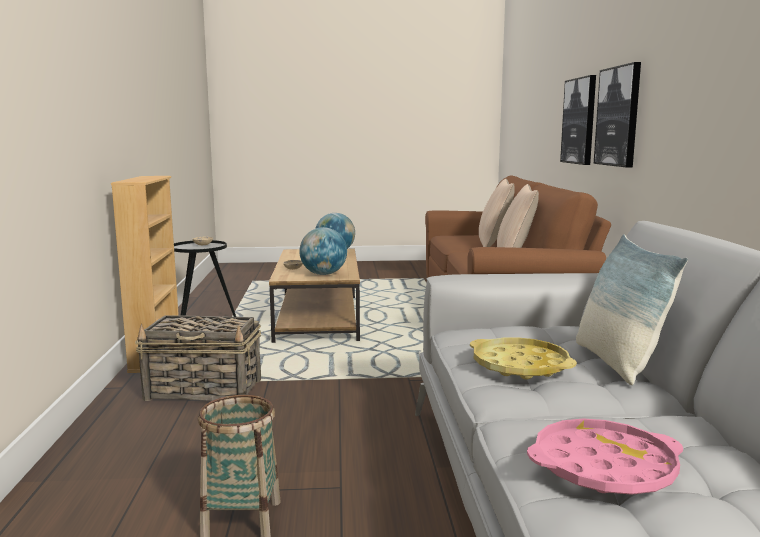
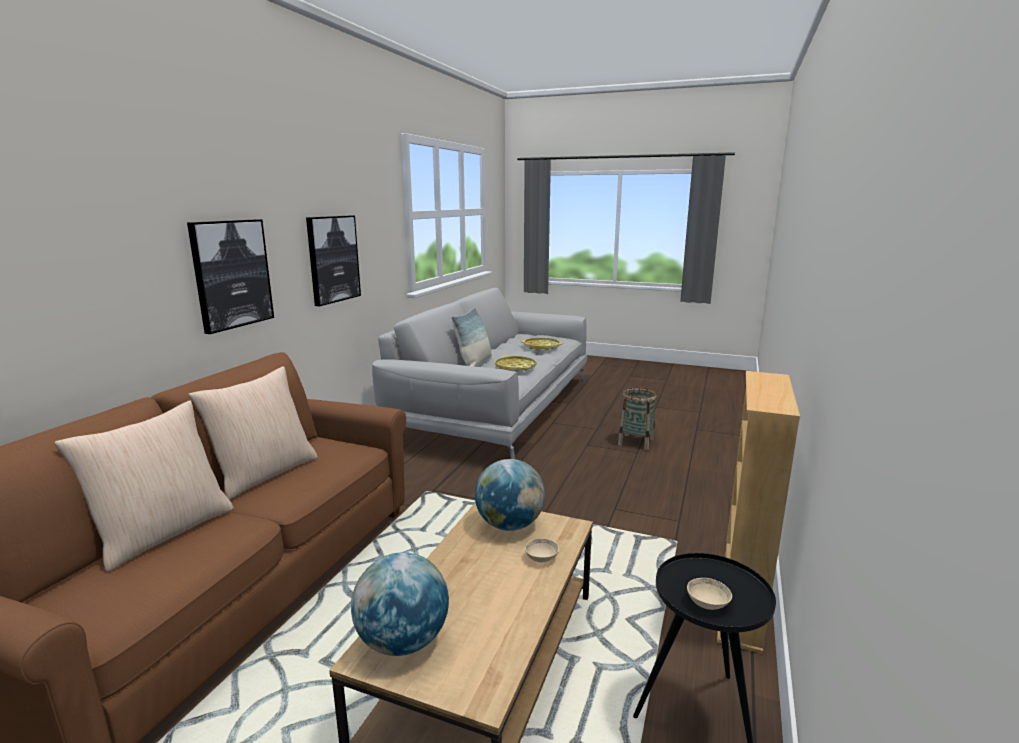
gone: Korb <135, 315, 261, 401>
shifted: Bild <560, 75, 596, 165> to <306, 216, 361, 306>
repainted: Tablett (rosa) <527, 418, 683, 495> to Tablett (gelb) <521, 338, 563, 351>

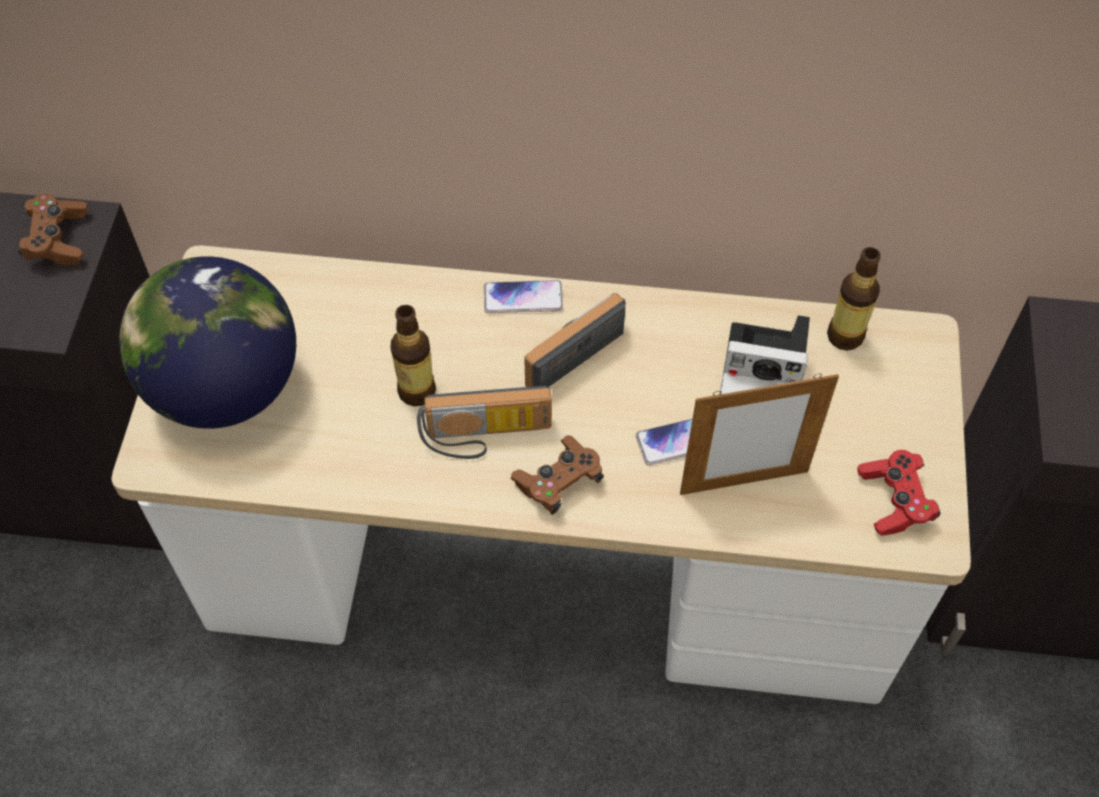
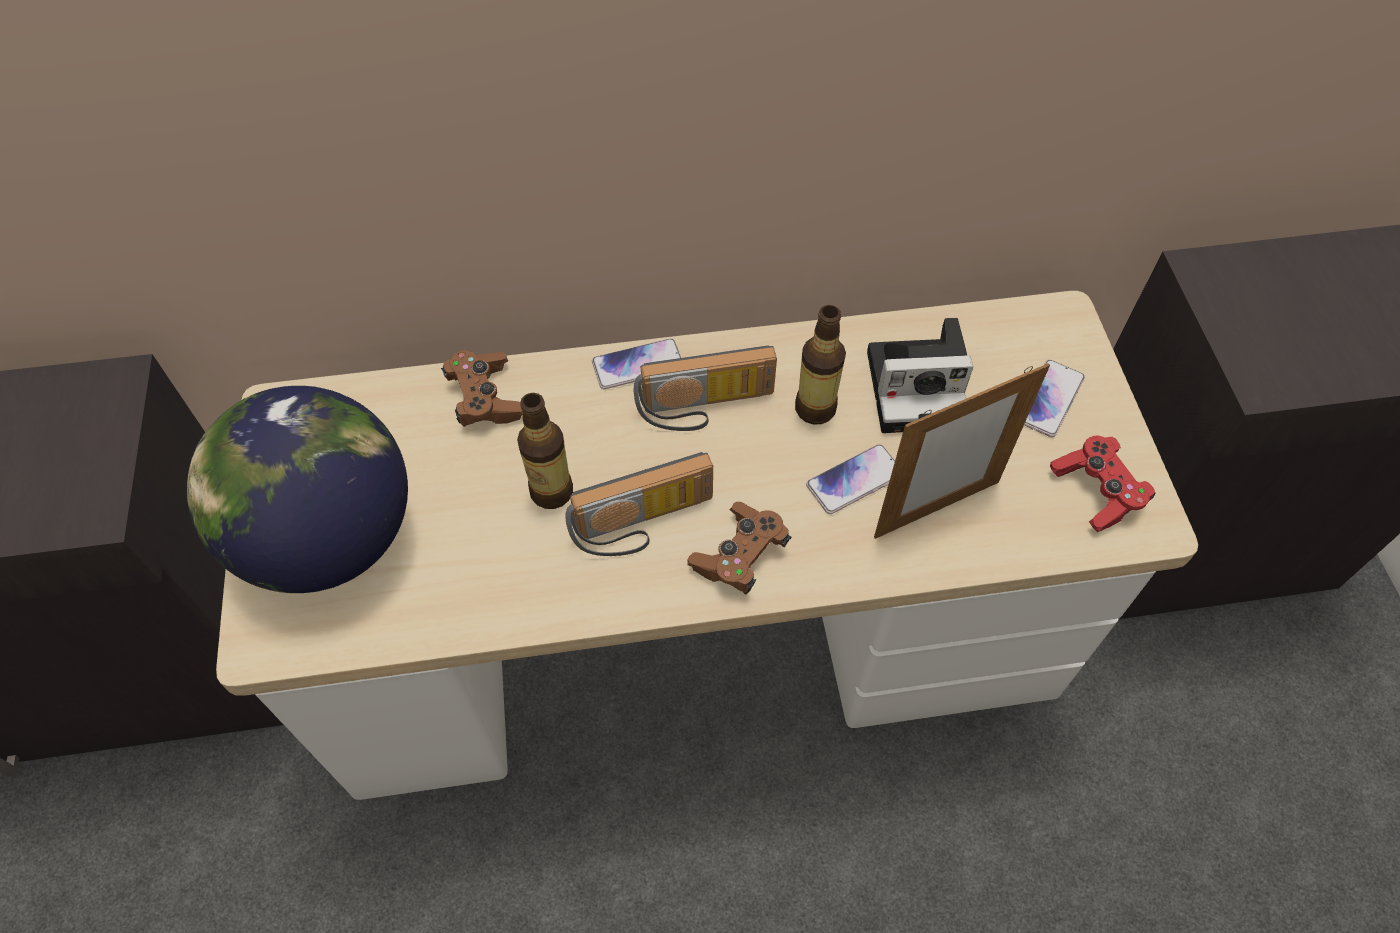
new: Handy <1024, 360, 1085, 437>
shifted: Gamepad (braun) <18, 193, 88, 265> to <441, 350, 523, 427>; Flasche <827, 247, 881, 350> to <795, 305, 846, 425>
rotated: Radio <524, 293, 626, 387> = <633, 345, 777, 431> 135 degrees counterclockwise

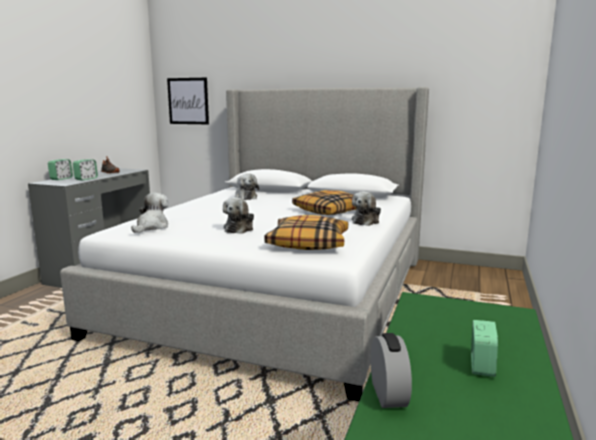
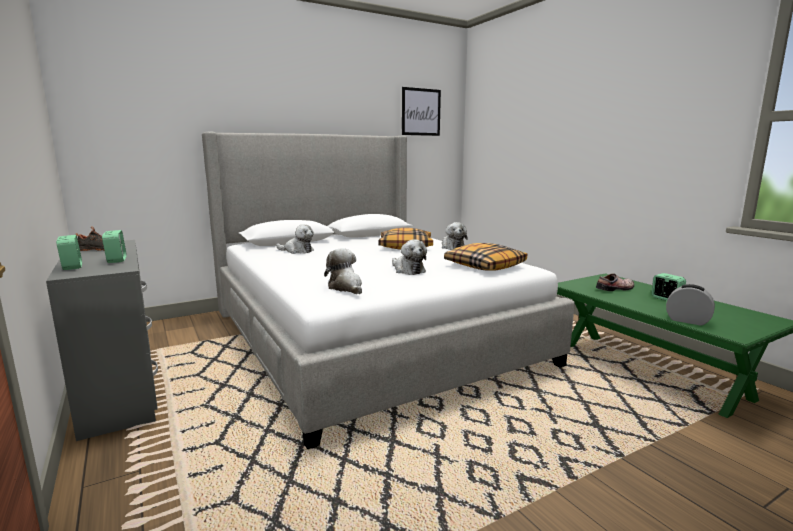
new: Schuh <596, 273, 634, 291>
shifted: Bild <167, 78, 209, 124> to <402, 87, 441, 136>

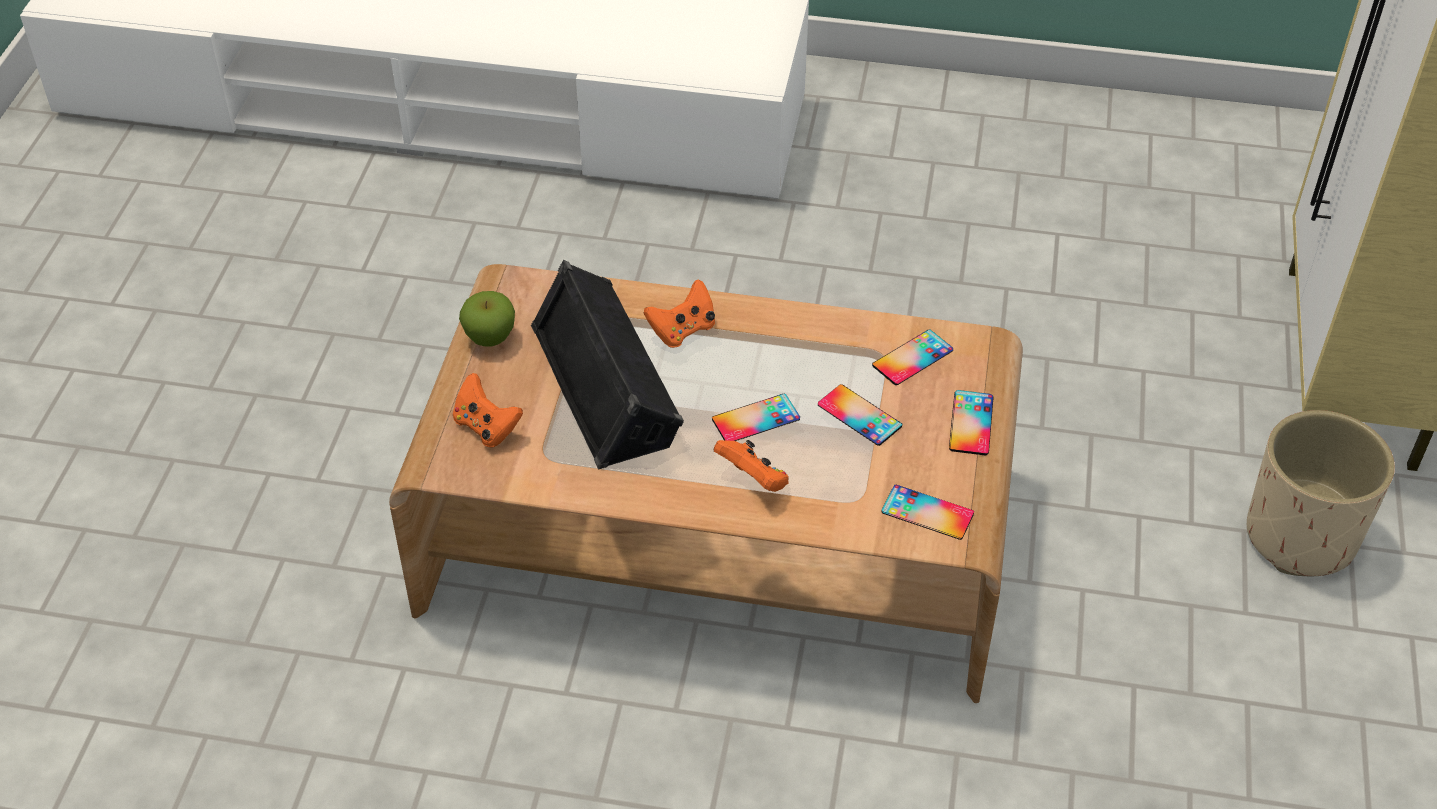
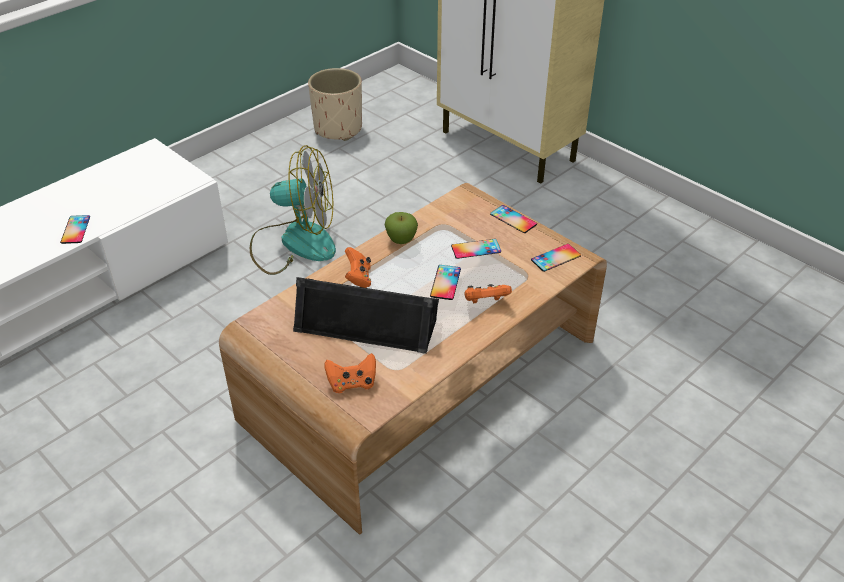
new: Ventilator <250, 145, 336, 275>
shifted: Apfel <459, 291, 515, 346> to <385, 212, 418, 244>; Handy <872, 330, 953, 385> to <60, 215, 90, 244>; Pflanzkübel (beige) <1247, 410, 1395, 576> to <308, 68, 362, 141>

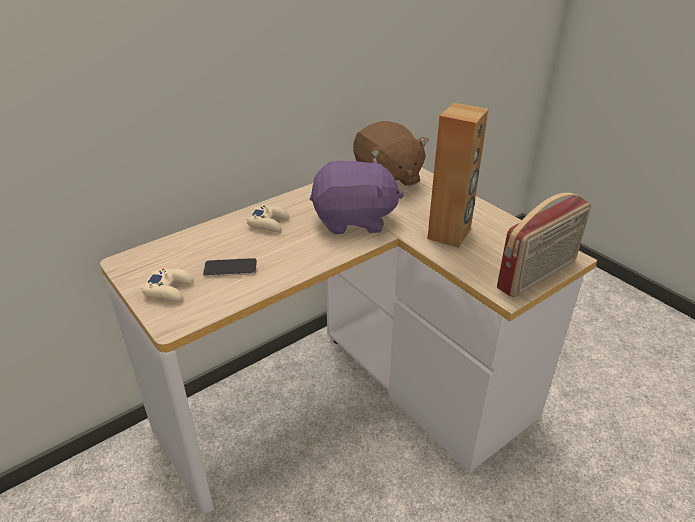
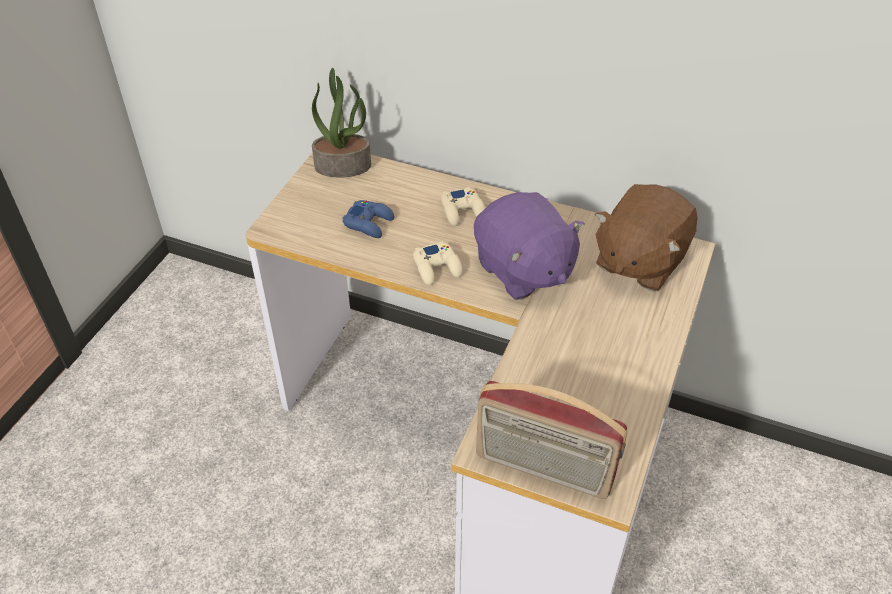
gone: Lautsprecher (braun) <427, 103, 489, 248>
new: Topfpflanze <312, 68, 371, 177>
shifted: Gamepad (beige) <141, 269, 194, 302> to <413, 241, 463, 286>
swapped: Handy <203, 258, 257, 277> to Gamepad (blau) <342, 200, 395, 238>

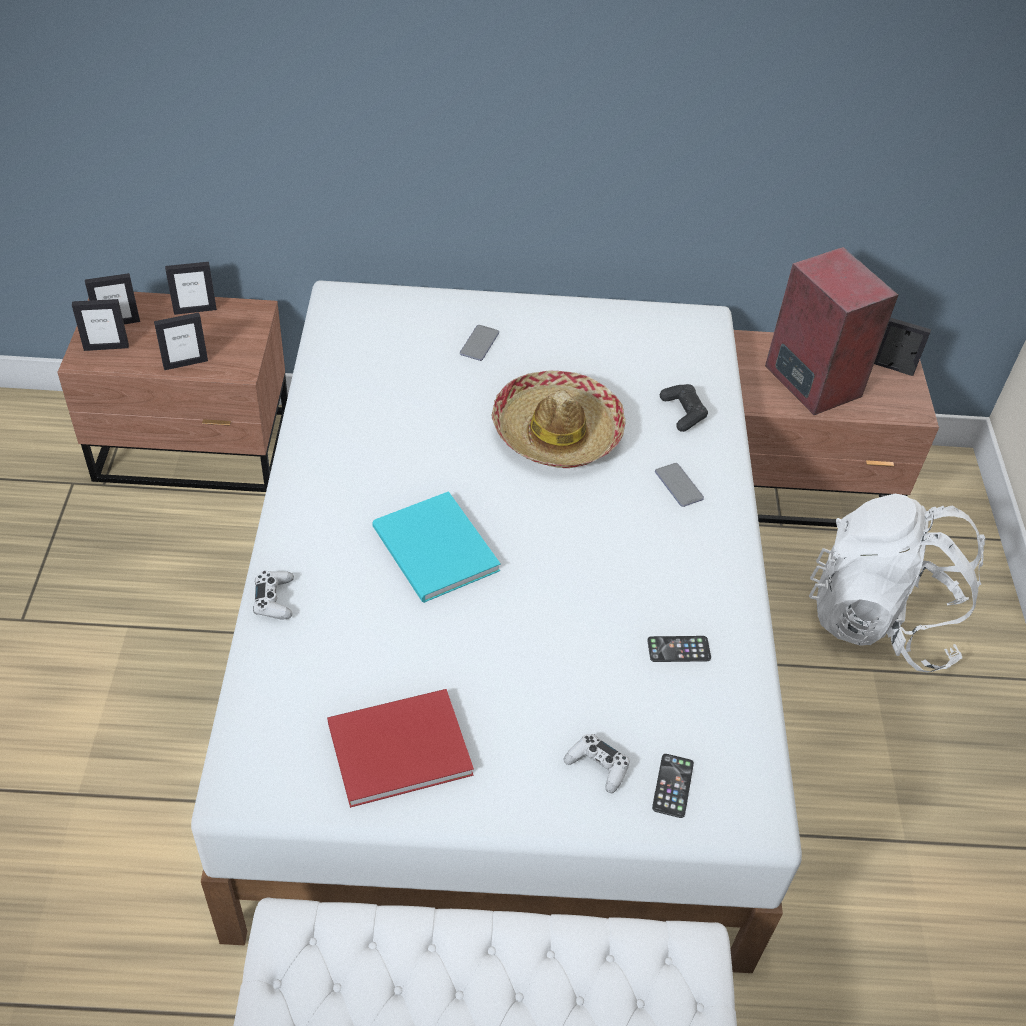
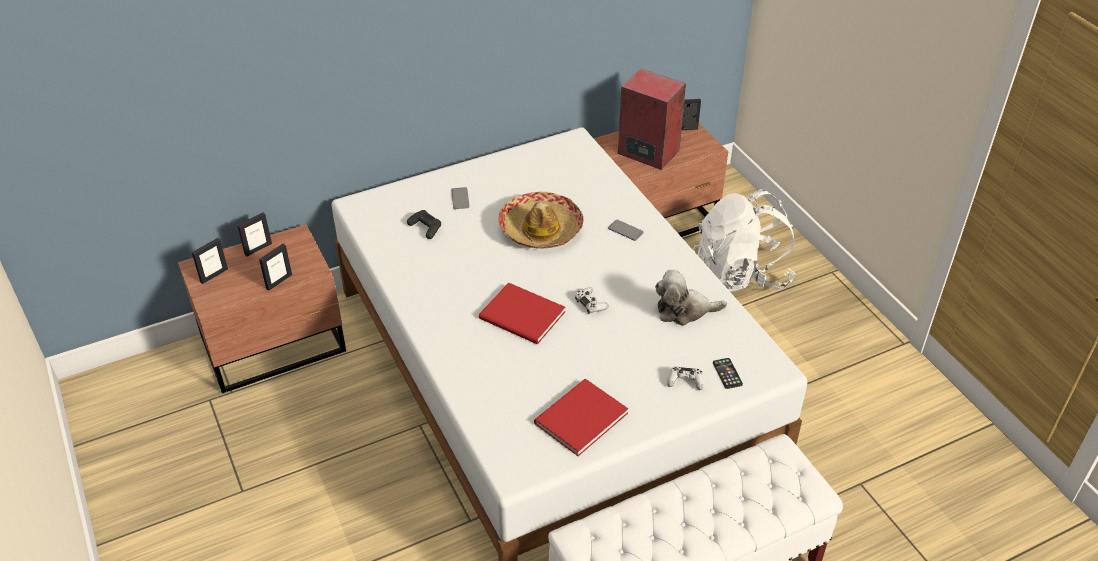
gone: Bilderrahmen <72, 299, 129, 351>
shifted: Gamepad (weiß) <253, 571, 294, 619> to <575, 287, 609, 314>; Gamepad (schwarz) <660, 384, 708, 432> to <407, 210, 441, 239>
swapped: Handy <647, 636, 711, 662> to Plüschtier <655, 270, 727, 326>
repainted: Buch (türkis) <372, 491, 501, 603> to Buch (rot) <479, 282, 565, 345>

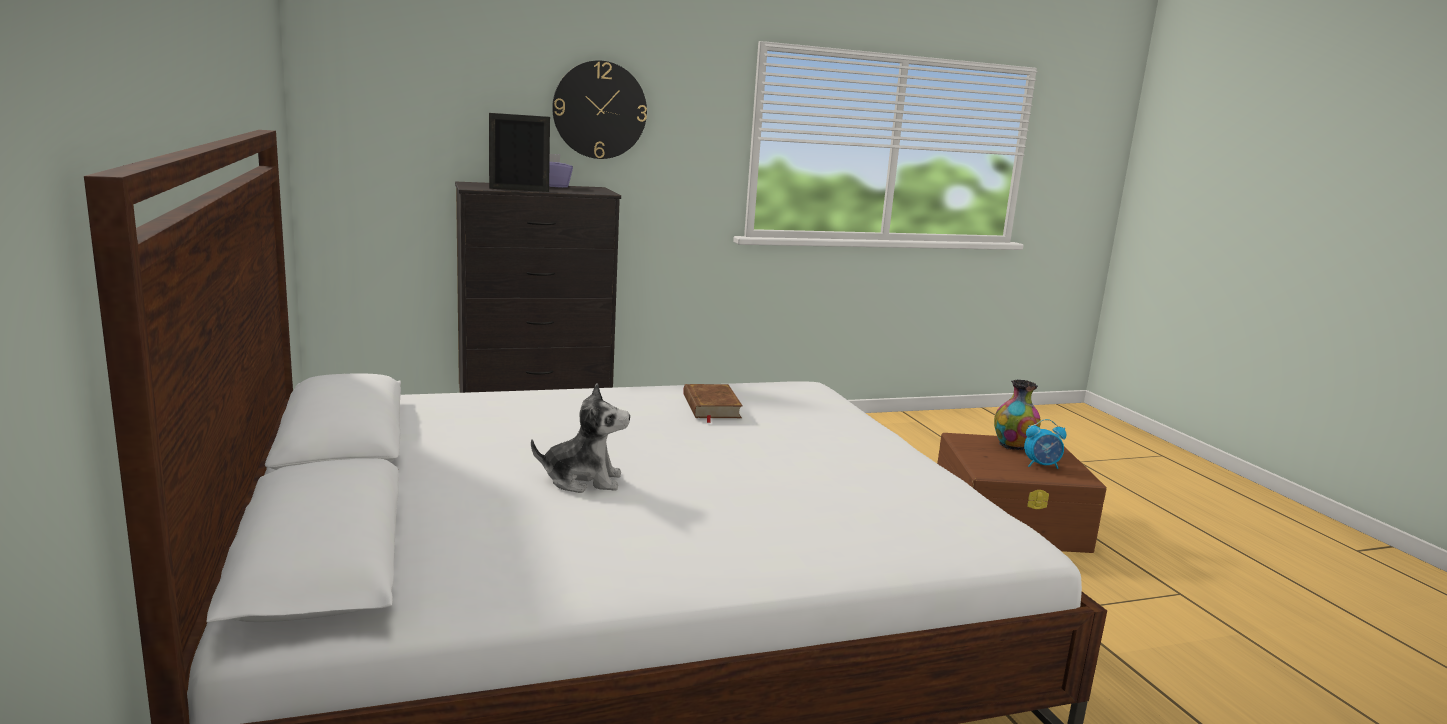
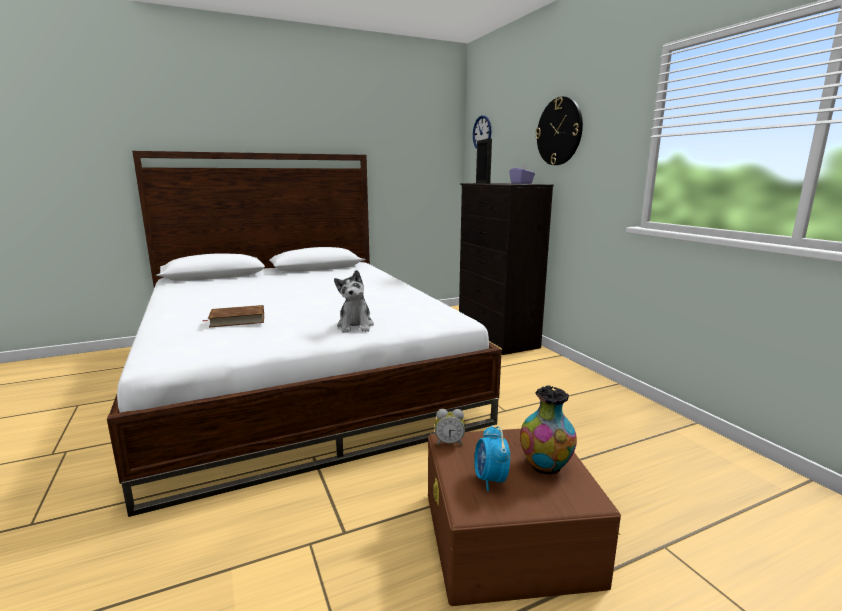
new: Wecker <435, 409, 465, 446>; Wanduhr <473, 115, 491, 149>
shifted: Plüschtier <531, 383, 630, 493> to <334, 270, 374, 333>; Buch (braun) <683, 384, 743, 423> to <202, 305, 264, 328>

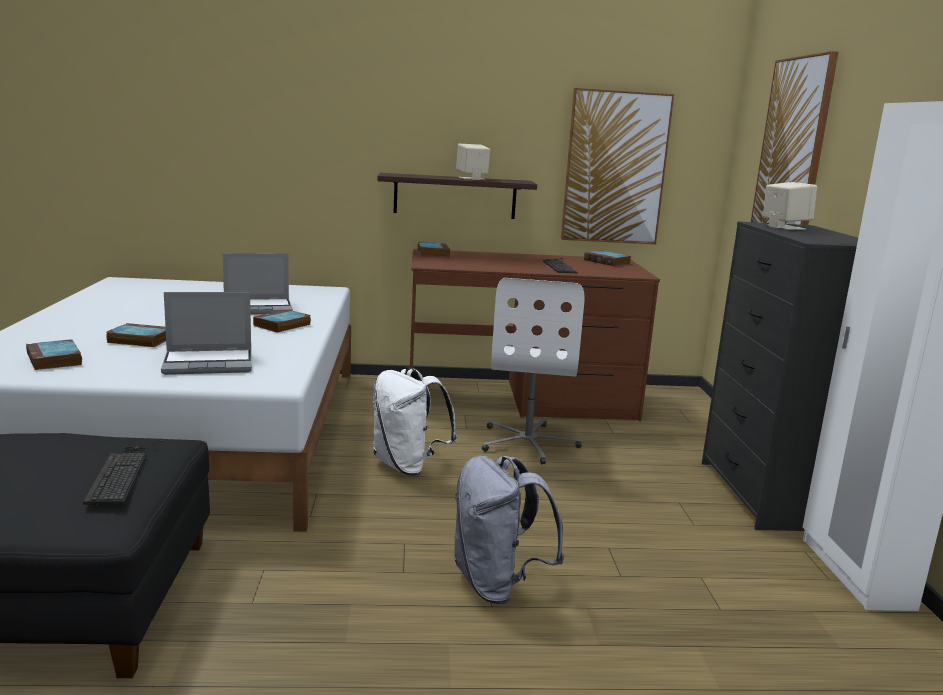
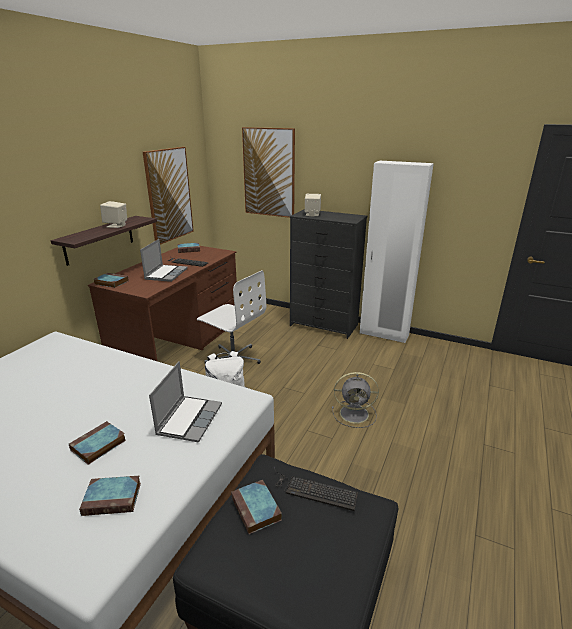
shifted: Laptop <223, 253, 293, 314> to <140, 239, 188, 282>; Buch <253, 309, 311, 332> to <231, 480, 282, 534>
swapped: Rucksack (grau) <453, 455, 564, 604> to Ventilator (grau) <332, 372, 379, 428>

